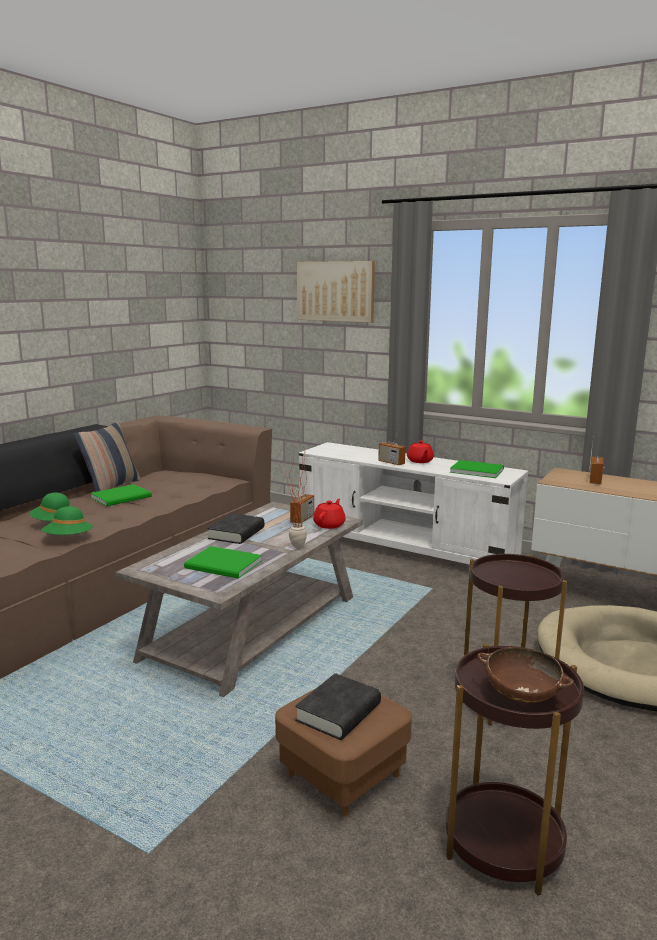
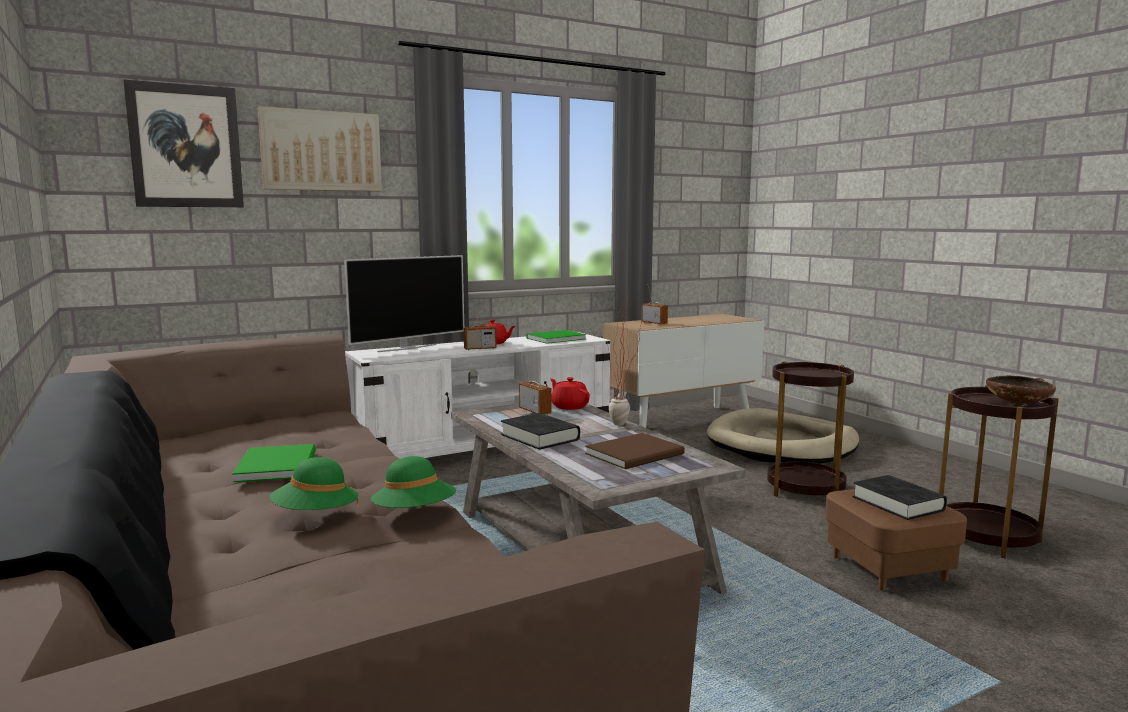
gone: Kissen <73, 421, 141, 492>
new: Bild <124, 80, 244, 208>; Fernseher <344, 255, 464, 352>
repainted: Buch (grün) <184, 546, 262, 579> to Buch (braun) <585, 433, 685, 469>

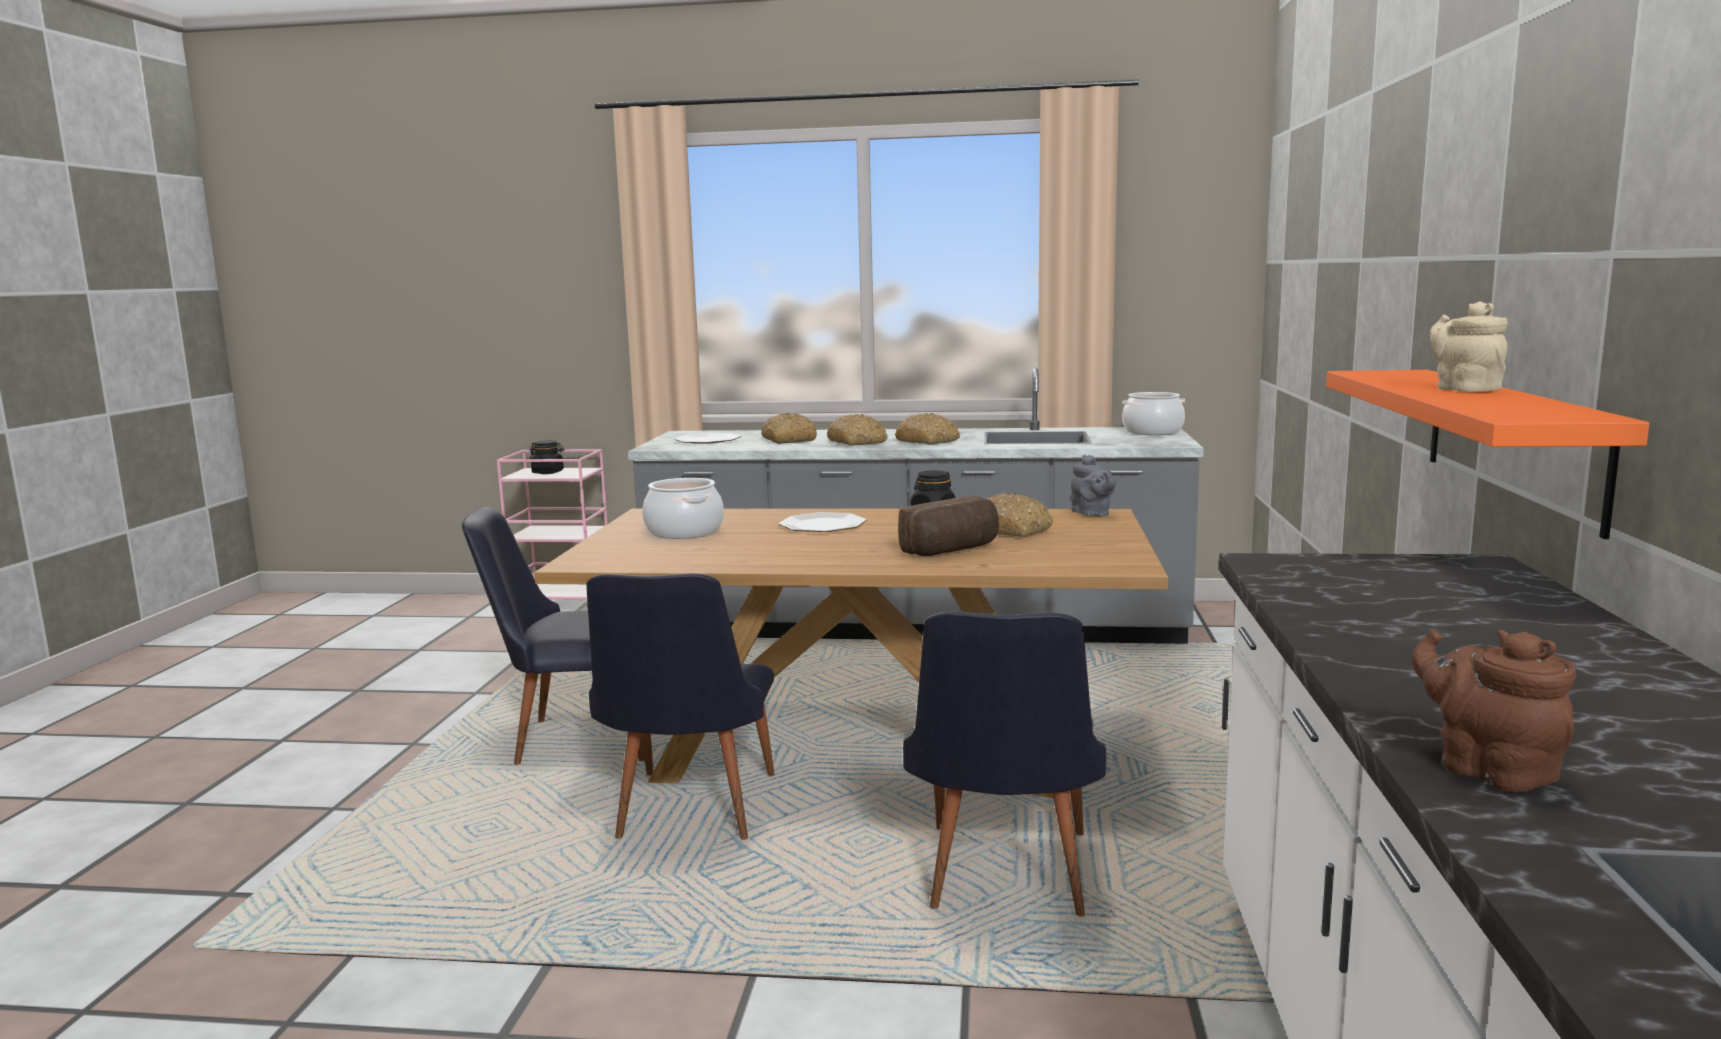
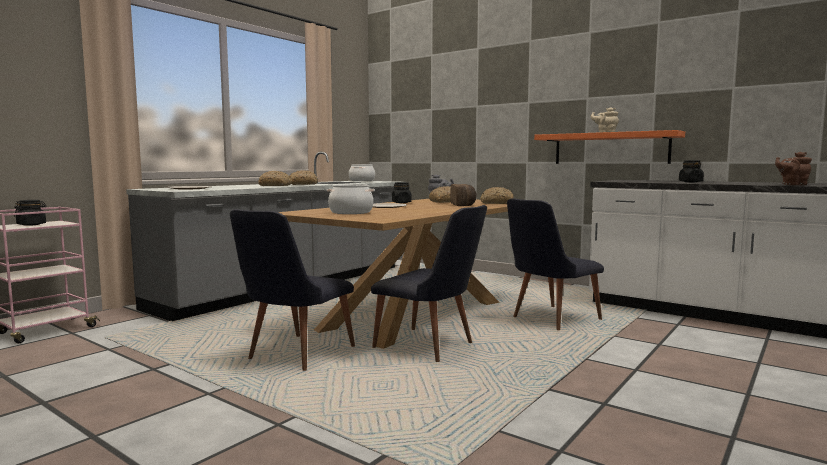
new: Vorratsglas (schwarz) <679, 160, 704, 182>
shifted: Brot <761, 413, 817, 444> to <480, 187, 514, 204>
rotated: Stuhl (schwarz) <903, 611, 1106, 917> = <507, 198, 604, 330> 105 degrees clockwise

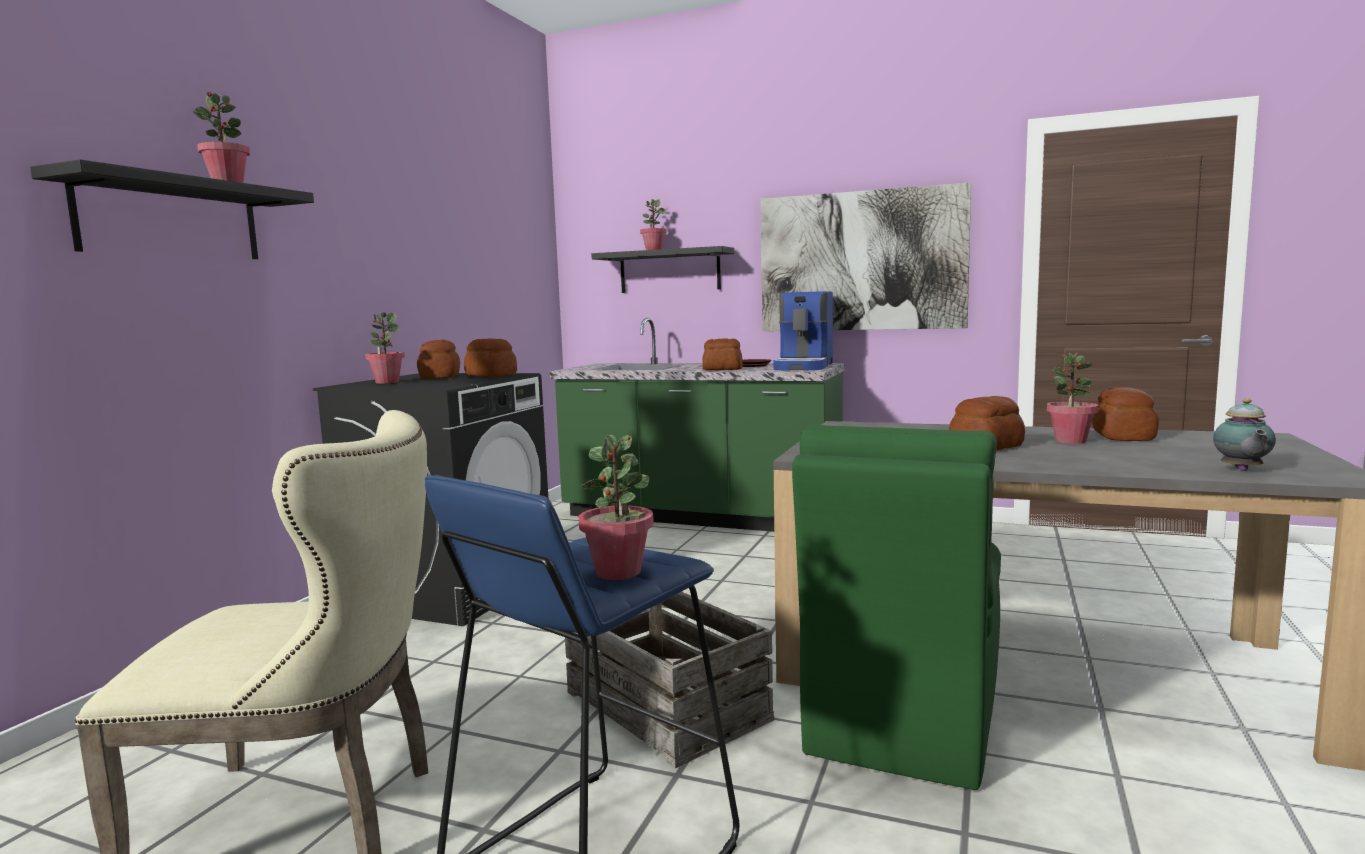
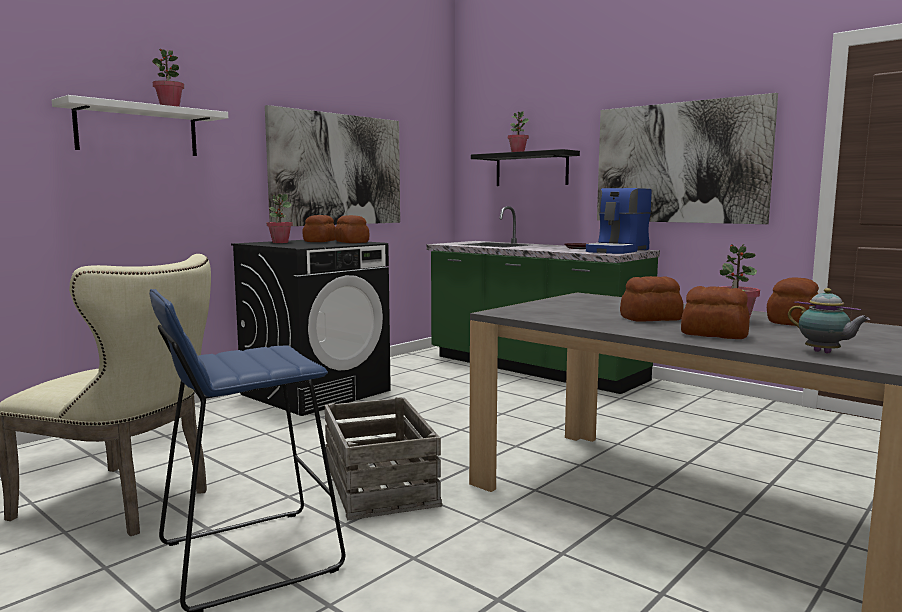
gone: Topfpflanze <579, 434, 654, 580>; Stuhl (grün) <792, 424, 1001, 790>
new: Bild <265, 105, 400, 226>
shifted: Brot <702, 339, 743, 370> to <681, 286, 750, 339>
repainted: Wandregal (schwarz) <30, 159, 314, 259> to Wandregal (weiß) <52, 95, 228, 156>
rotated: Teekanne <1213, 398, 1276, 471> = <788, 288, 870, 354> 75 degrees counterclockwise

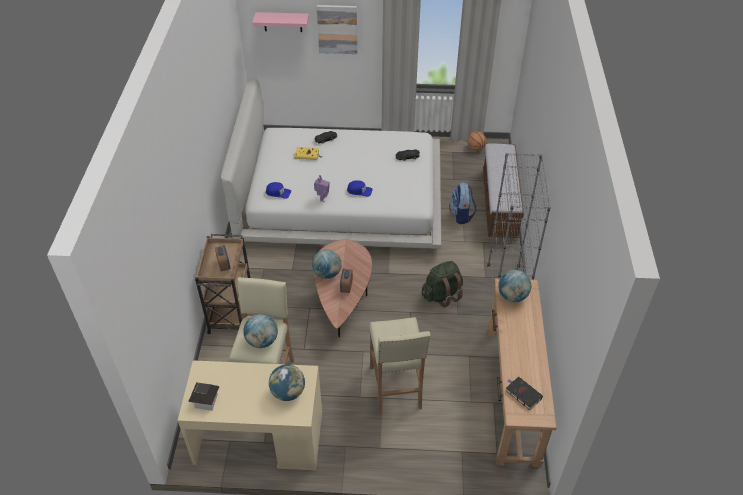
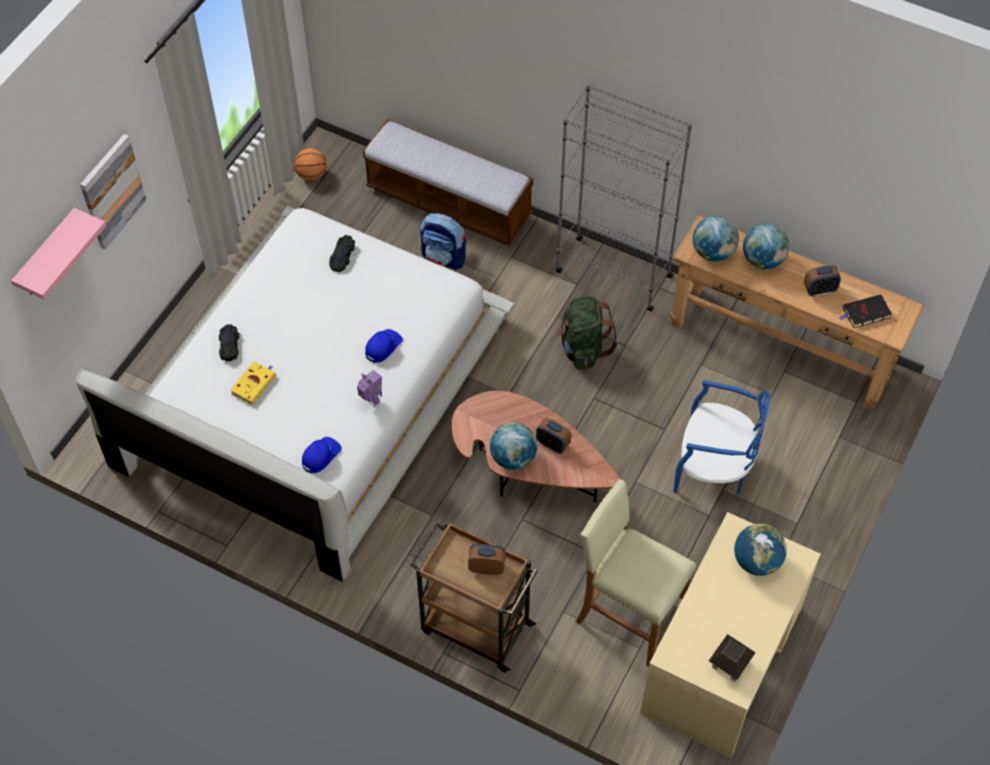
new: Wecker <804, 265, 841, 297>
shifted: Globus <243, 314, 278, 348> to <743, 223, 790, 269>
swapped: Hocker (beige) <369, 317, 430, 414> to Stuhl (blau) <674, 380, 771, 495>

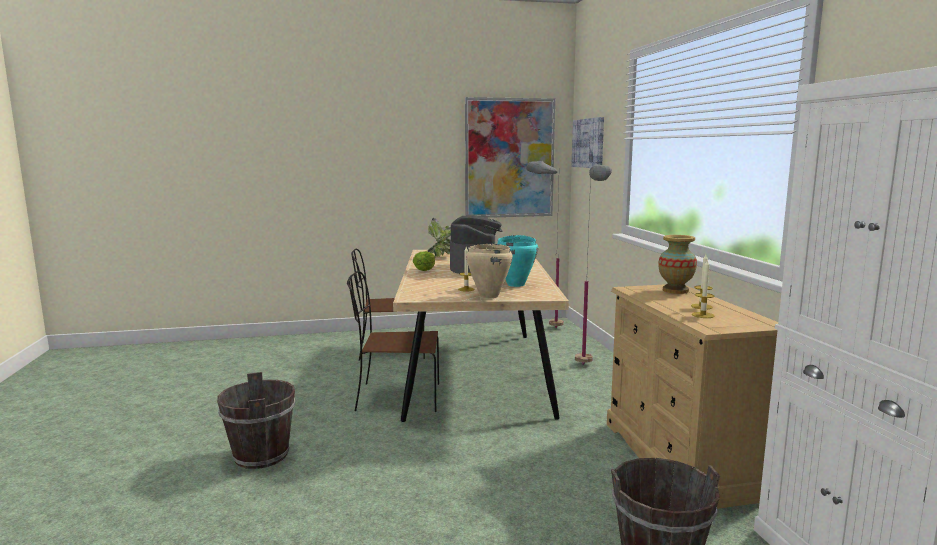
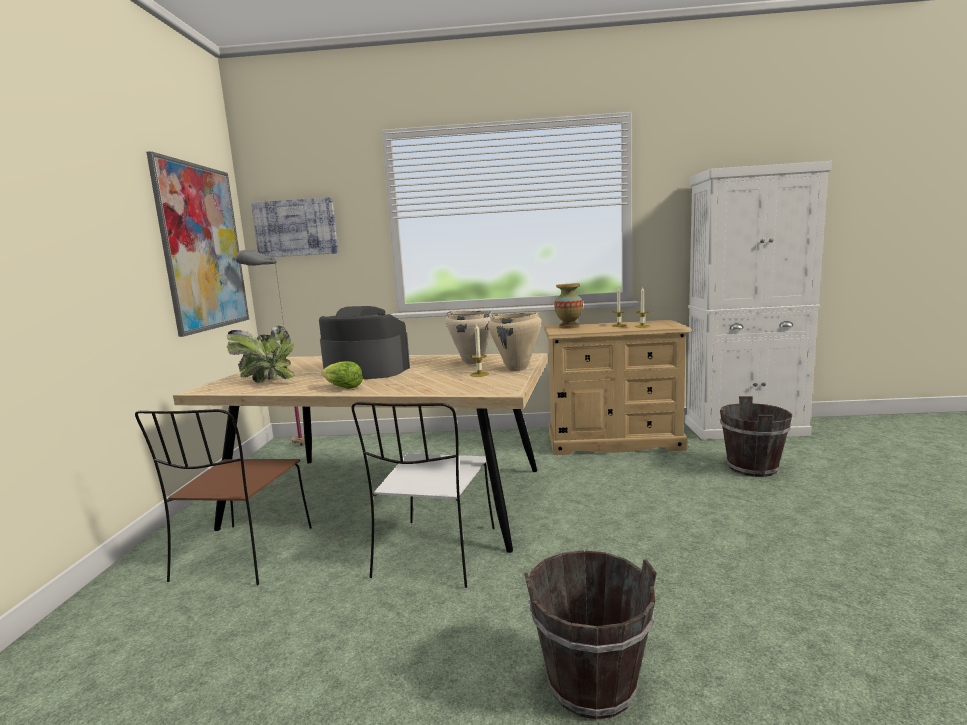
gone: Stehlampe (grau) <575, 164, 612, 365>
repainted: Stuhl (braun) <347, 271, 439, 412> to Stuhl (weiß) <352, 402, 495, 588>; Kochtopf (türkis) <497, 235, 538, 287> to Kochtopf (beige) <446, 310, 492, 364>

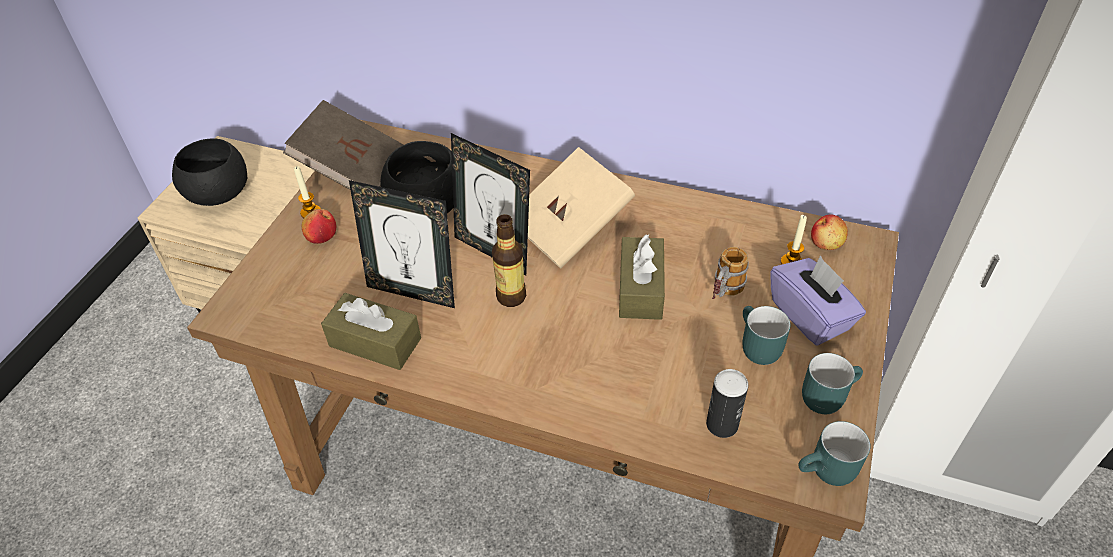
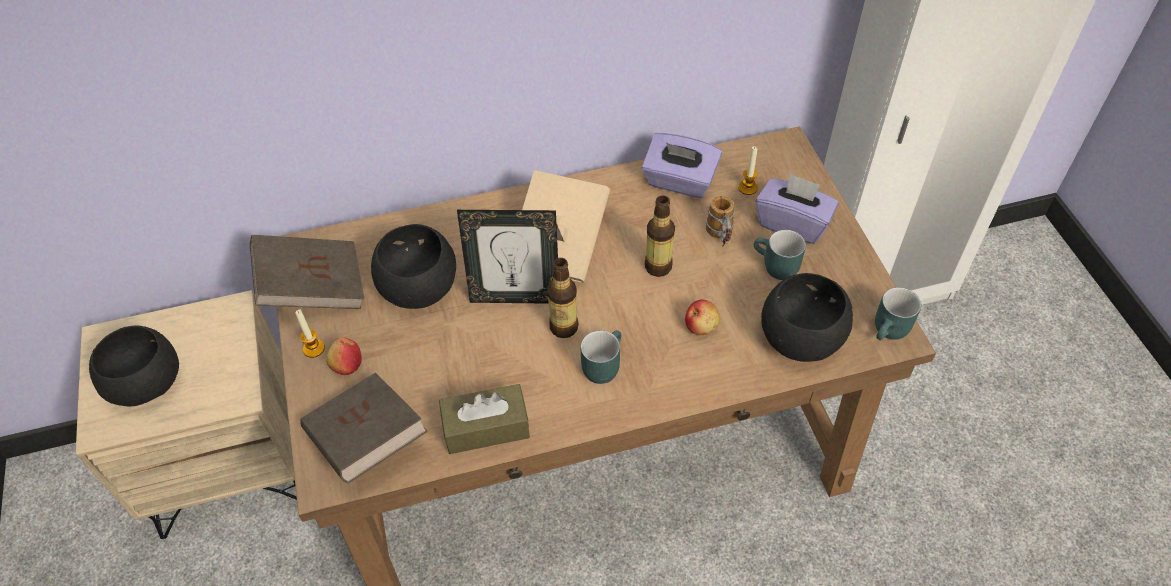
gone: Bilderrahmen <349, 180, 455, 308>
new: Buch (braun) <300, 372, 428, 484>; Taschentuchbox (lila) <642, 133, 722, 198>
shifted: Henkelbecher (türkis) <802, 353, 863, 414> to <580, 330, 621, 384>; Apfel <811, 214, 848, 250> to <685, 300, 720, 335>
swapped: Taschentuchbox (braun) <619, 234, 665, 320> to Flasche <645, 196, 675, 277>; Dose <706, 369, 748, 438> to Schüssel (schwarz) <761, 273, 853, 362>

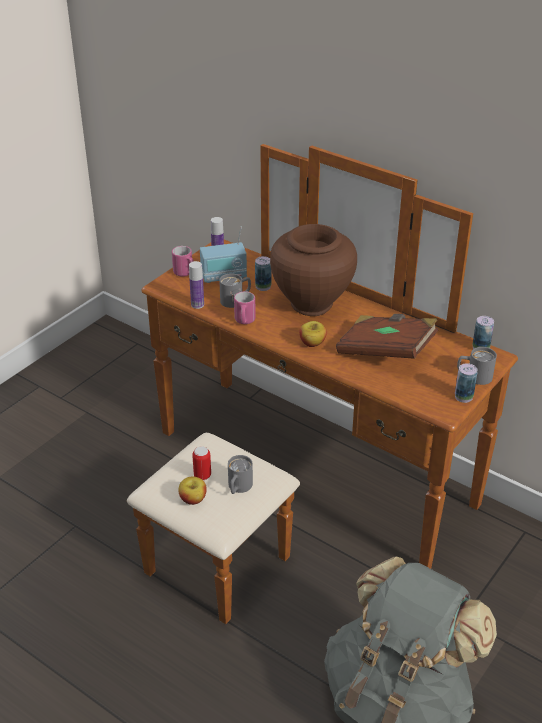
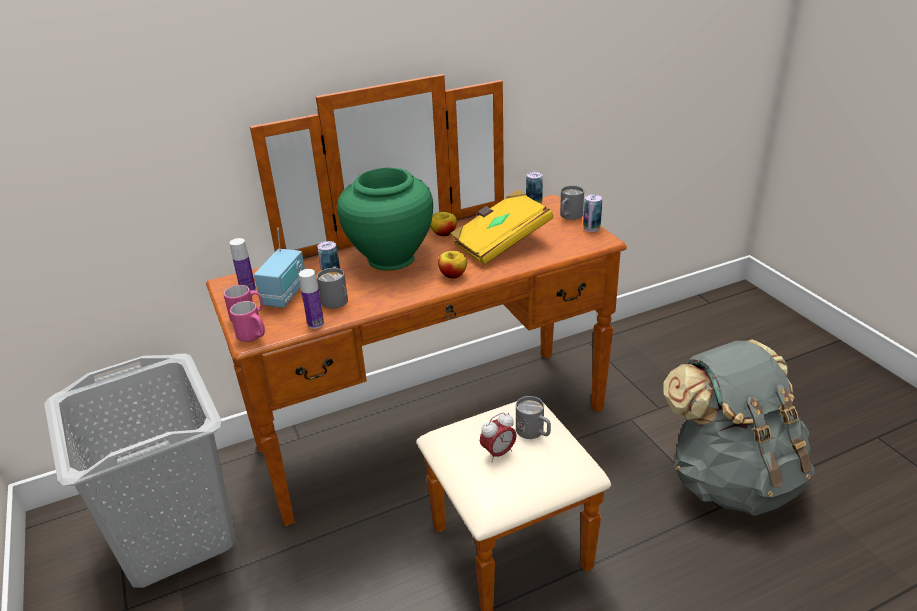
new: Wäschekorb (grau) <44, 354, 236, 588>
shifted: Apfel <178, 477, 207, 505> to <430, 212, 457, 236>; Henkelbecher (rosa) <234, 291, 256, 324> to <230, 301, 265, 342>
swapped: Dose <192, 446, 211, 480> to Wecker <480, 412, 517, 462>
repainted: Vase (braun) <270, 224, 357, 316> to Vase (grün) <337, 168, 433, 270>; Buch (braun) <336, 314, 438, 359> to Buch (gelb) <450, 189, 553, 265>

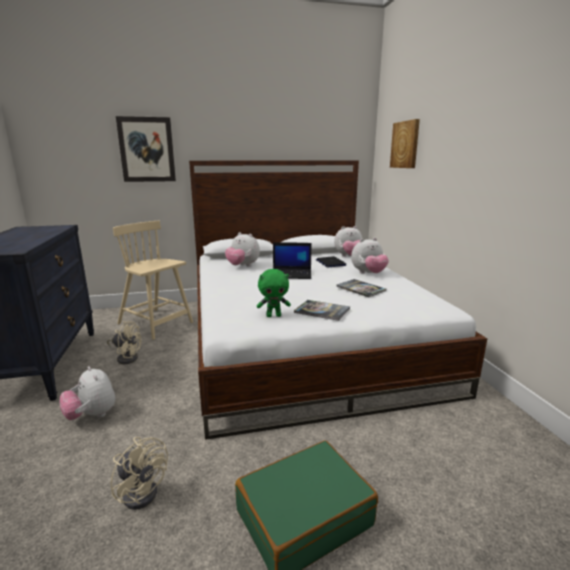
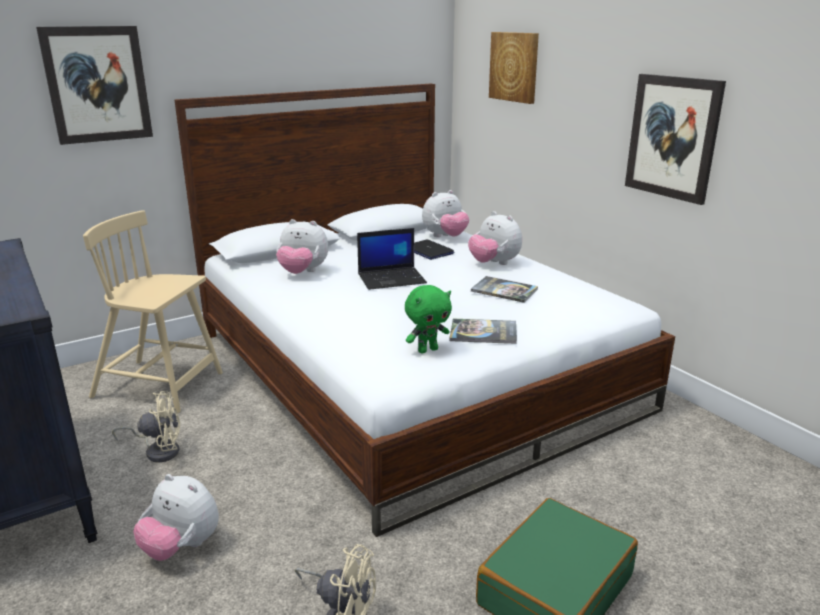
new: Bild <625, 74, 726, 205>
rotated: Plüschtier <351, 238, 389, 274> = <468, 211, 522, 265> 90 degrees clockwise

